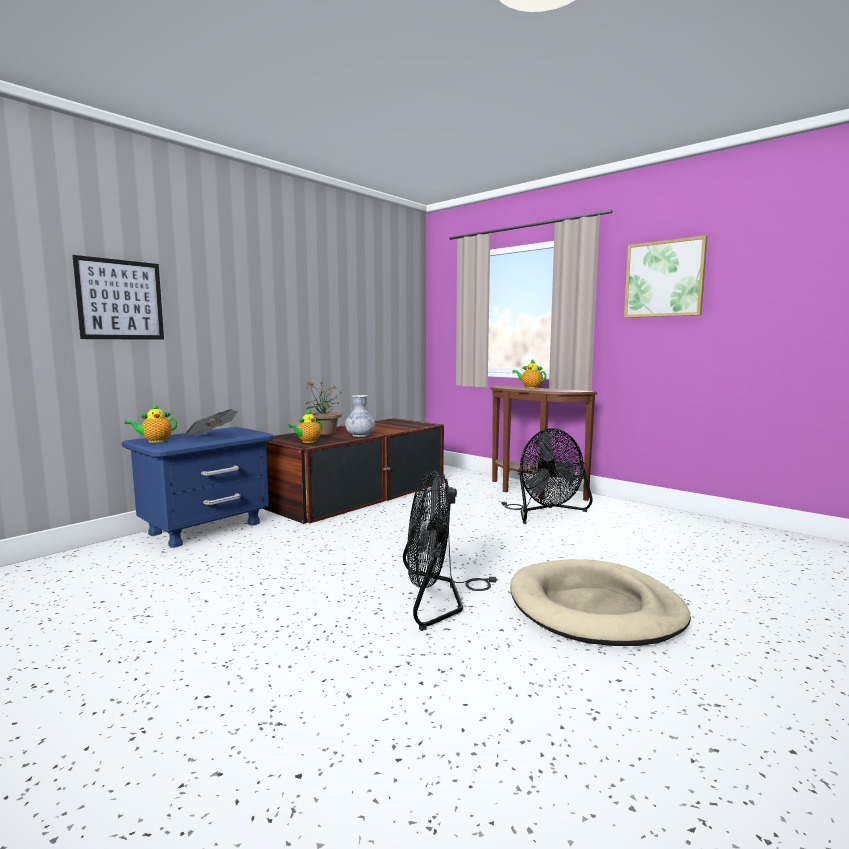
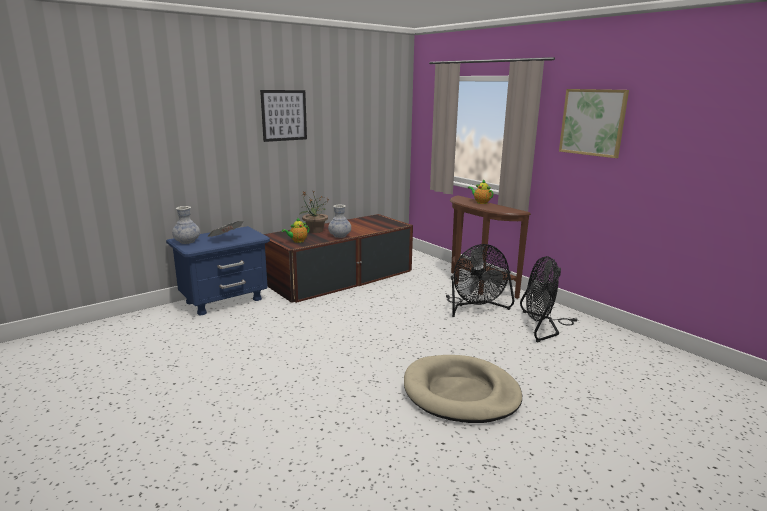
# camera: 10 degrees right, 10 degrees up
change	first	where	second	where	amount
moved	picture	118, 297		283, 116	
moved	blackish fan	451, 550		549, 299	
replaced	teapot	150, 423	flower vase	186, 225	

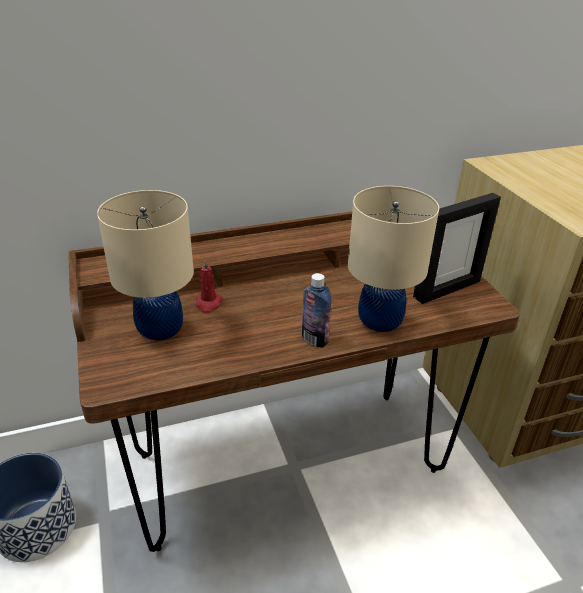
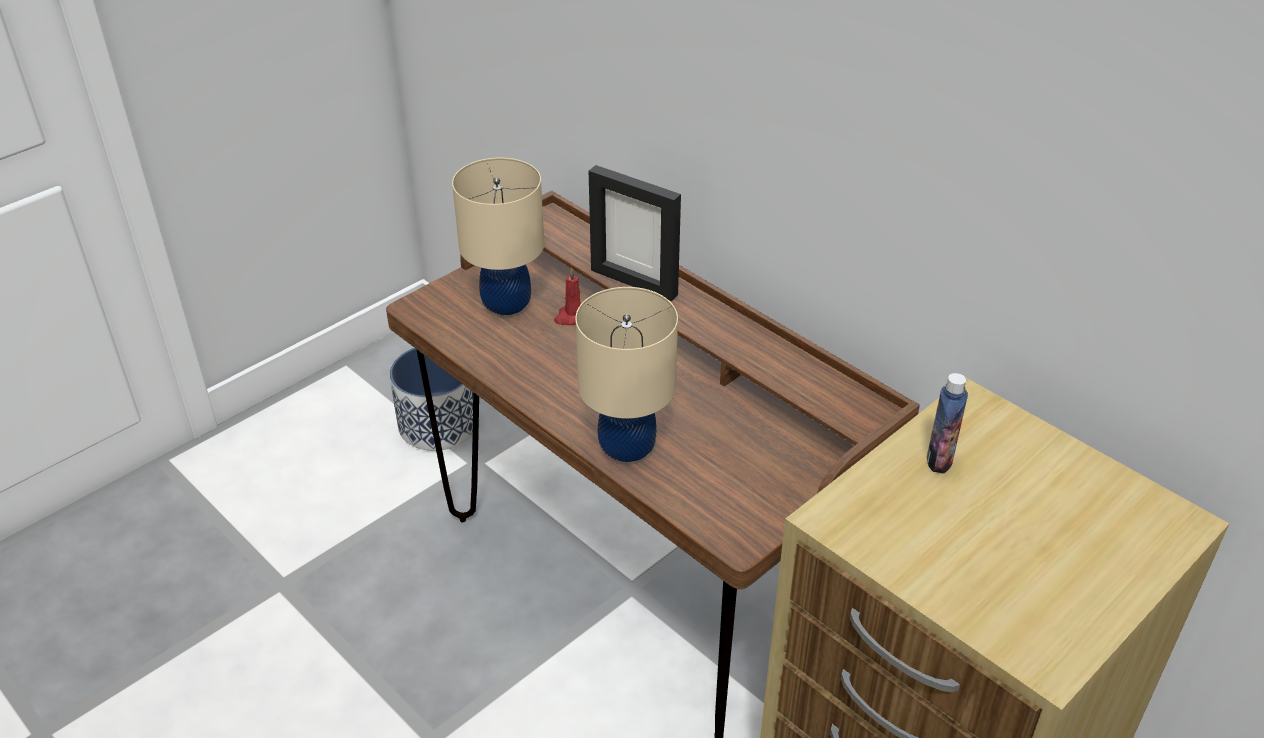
# camera: 65 degrees right, 5 degrees up
change	first	where	second	where	amount
moved	bottle	316, 310		947, 423	
moved	photo frame	457, 248		635, 233	

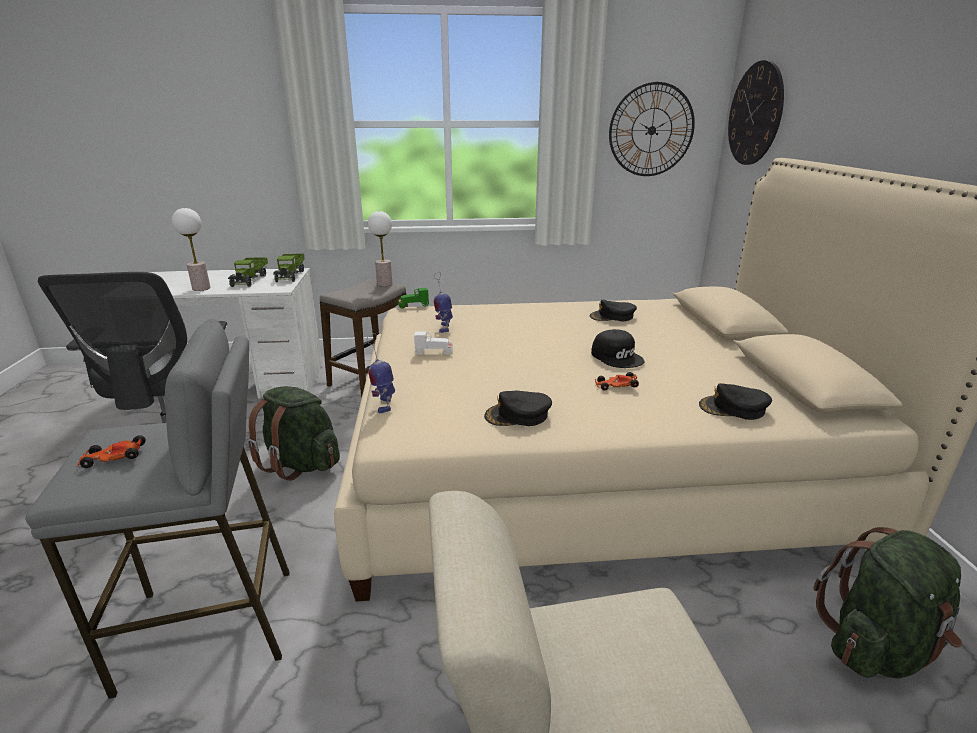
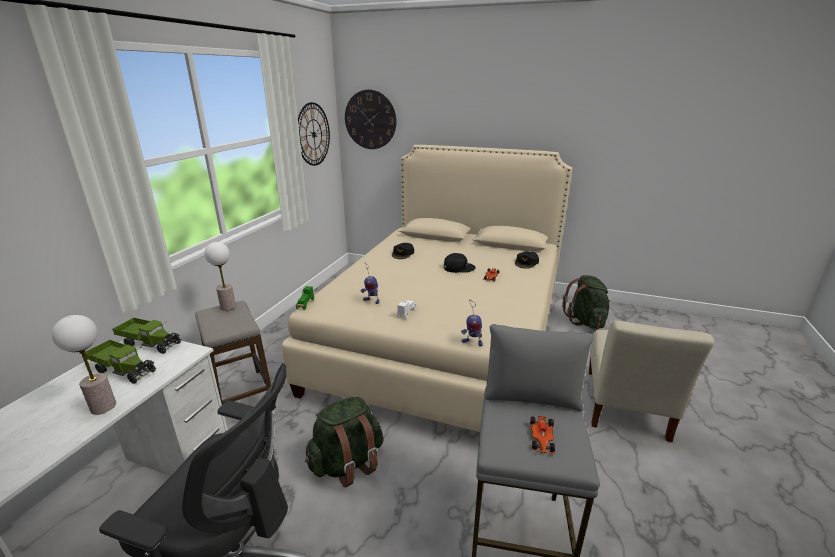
# camera: 65 degrees left, 0 degrees up
change	first	where	second	where	amount
removed	blackish cap	518, 408			

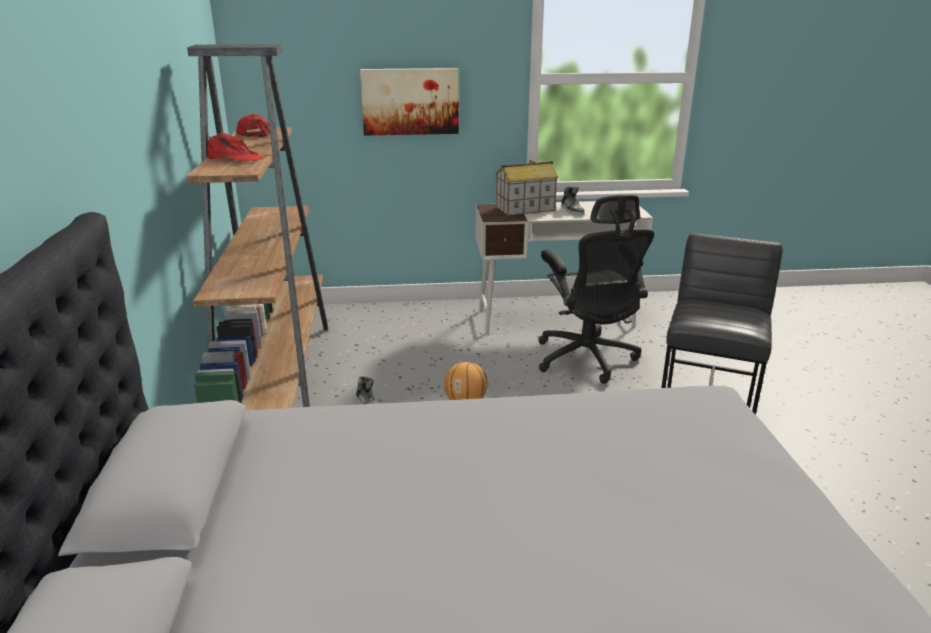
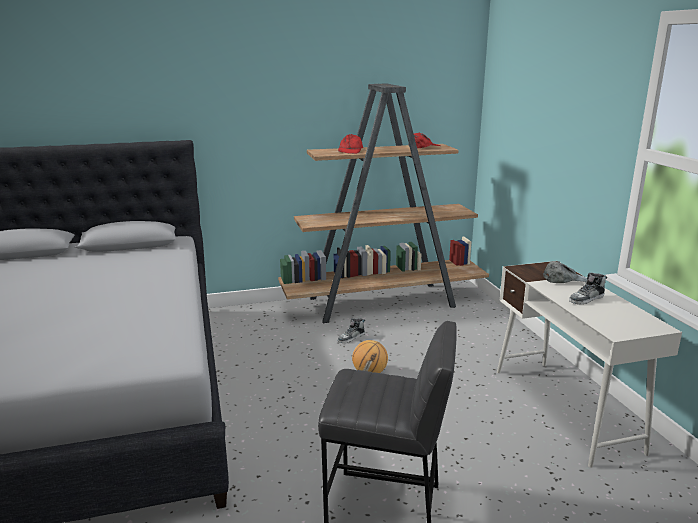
# camera: 80 degrees right, 5 degrees down
change	first	where	second	where	amount
removed	picture	409, 101			
removed	office chair	596, 289			
replaced	toy house	527, 188	grey cap	565, 272	

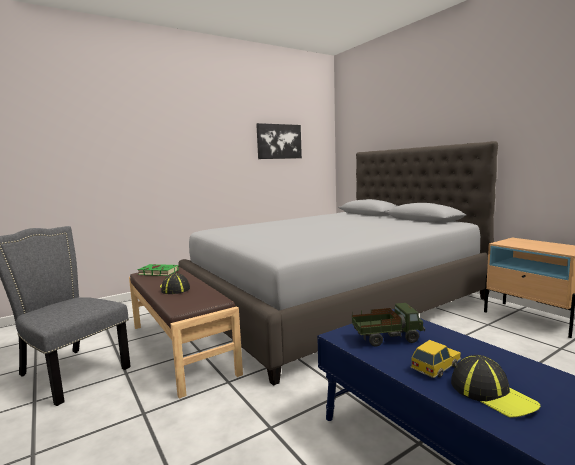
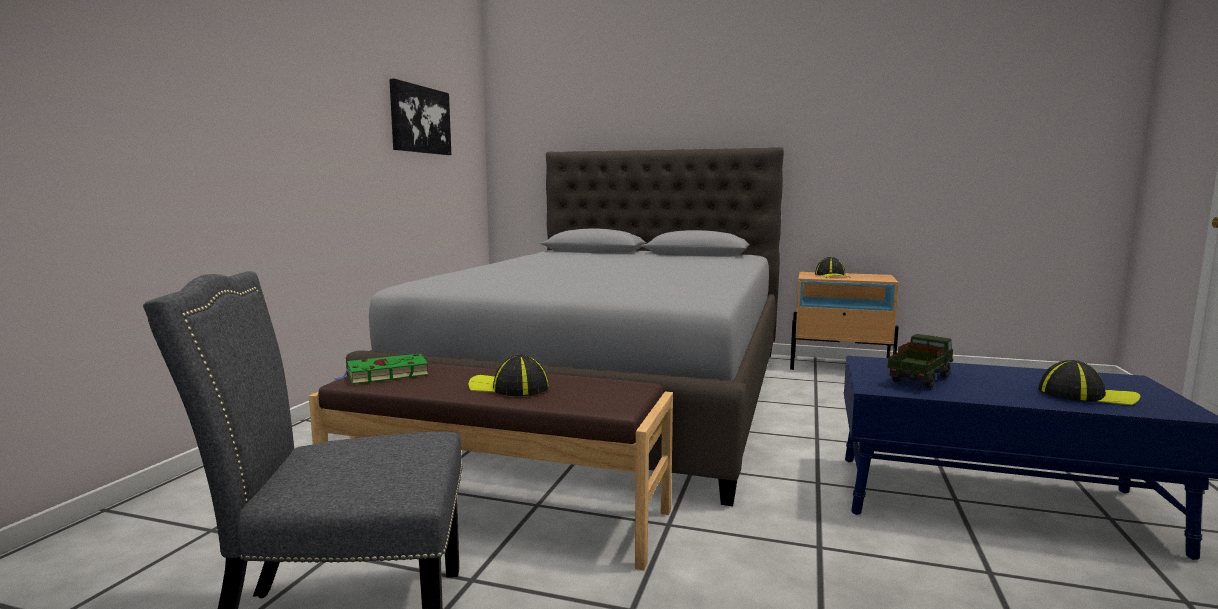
# camera: 40 degrees left, 0 degrees up
change	first	where	second	where	amount
removed	toy car	435, 359			
added			cap	833, 267	

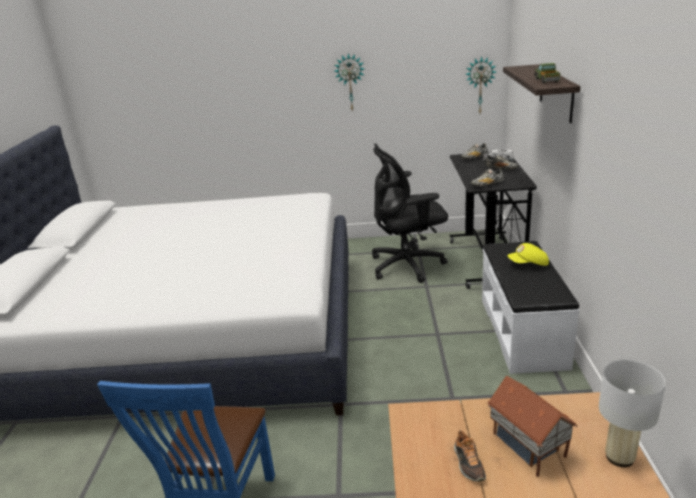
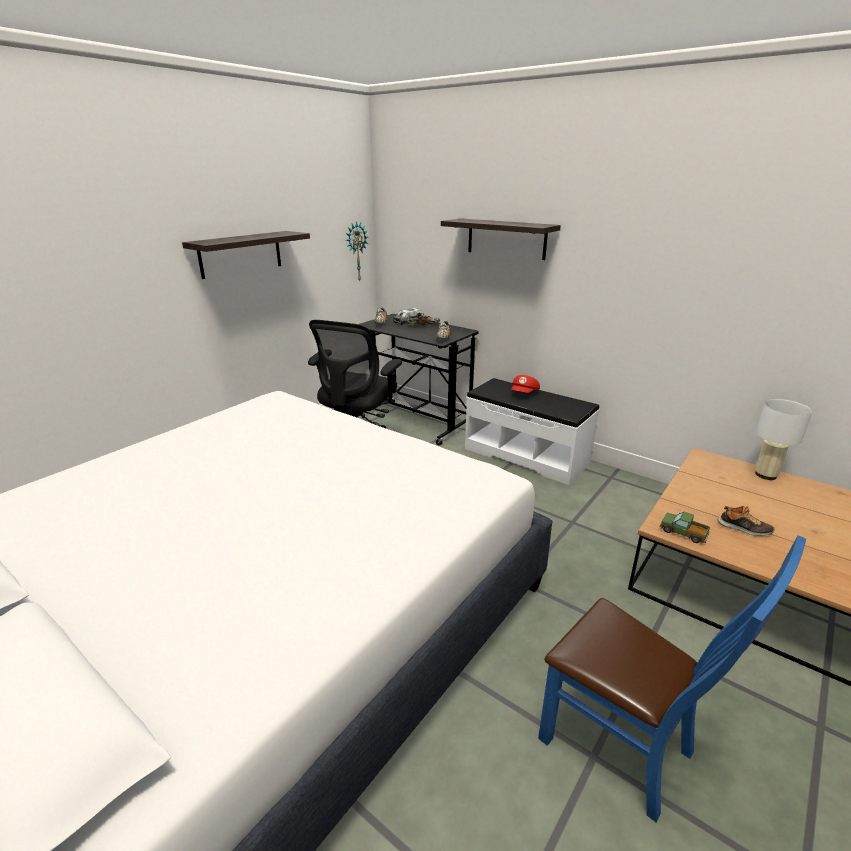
# camera: 55 degrees left, 0 degrees up
change	first	where	second	where	amount
removed	toy house	532, 426			
moved	toy truck	547, 73		685, 527	
replaced	hanging clock	349, 82	shelf	246, 255	
recoloured	yellow cap	528, 254	reddish cap	525, 384	

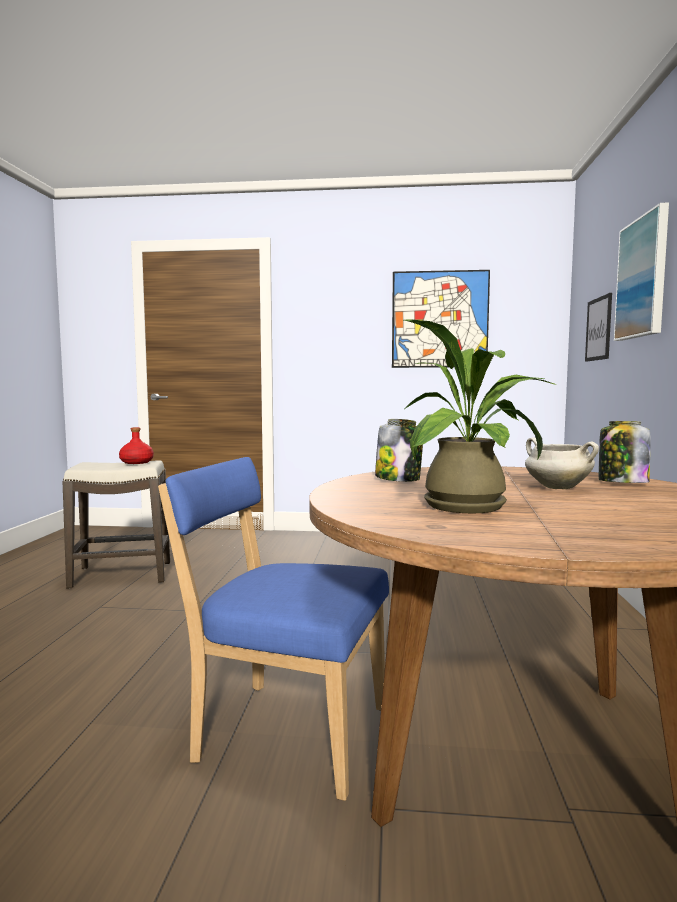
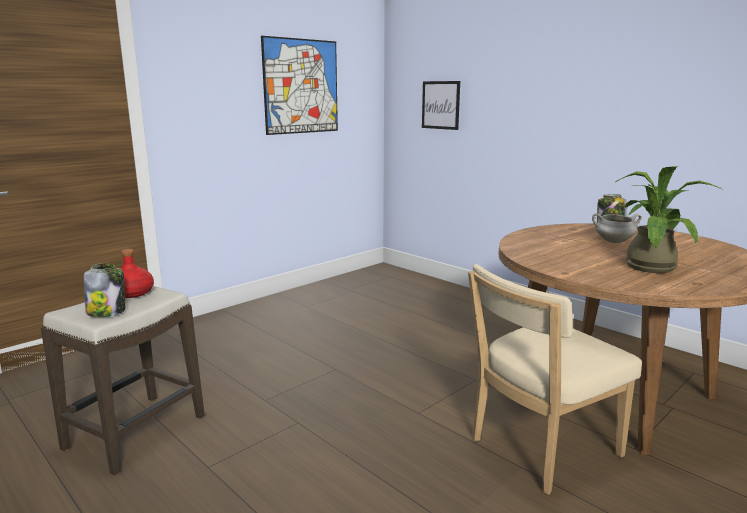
# camera: 50 degrees left, 10 degrees up
change	first	where	second	where	amount
removed	picture	641, 271			
moved	jar	399, 450		104, 290	
recoloured	blue upright chair	273, 629	beige upright chair	555, 379	

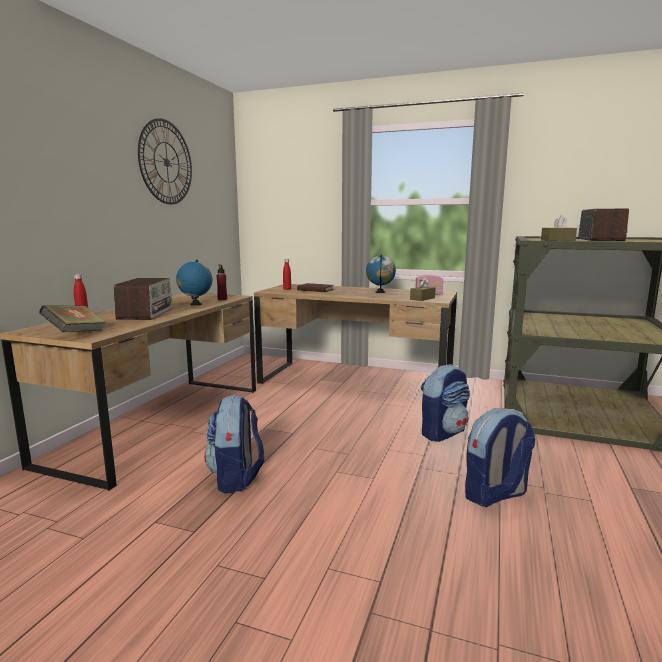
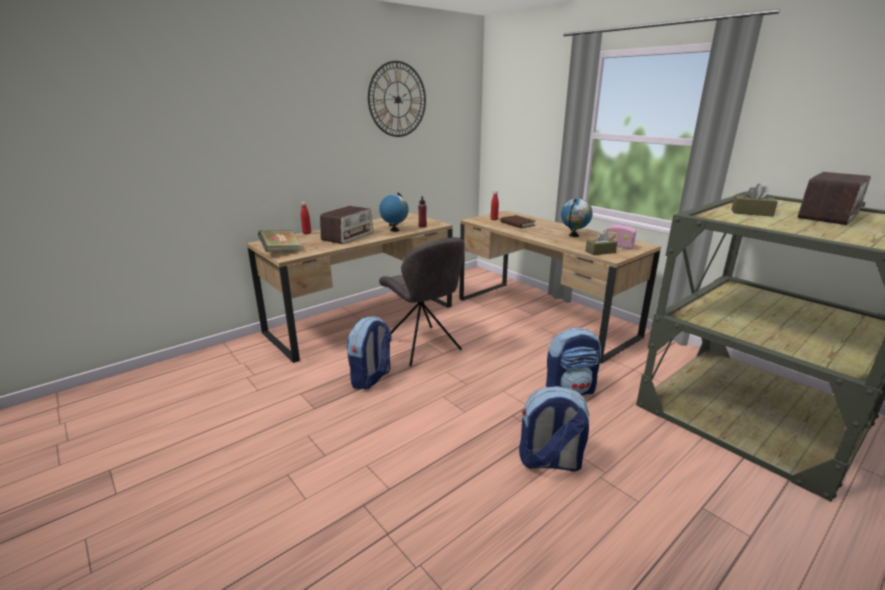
# camera: 30 degrees right, 10 degrees up
change	first	where	second	where	amount
added			grey upright chair	422, 301	

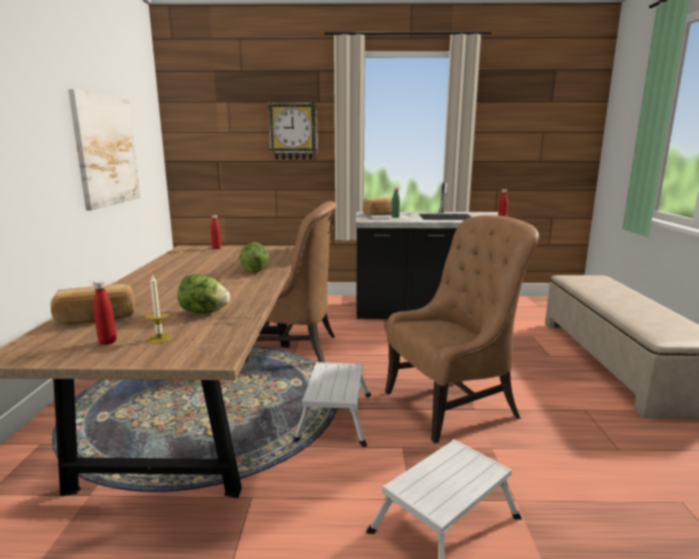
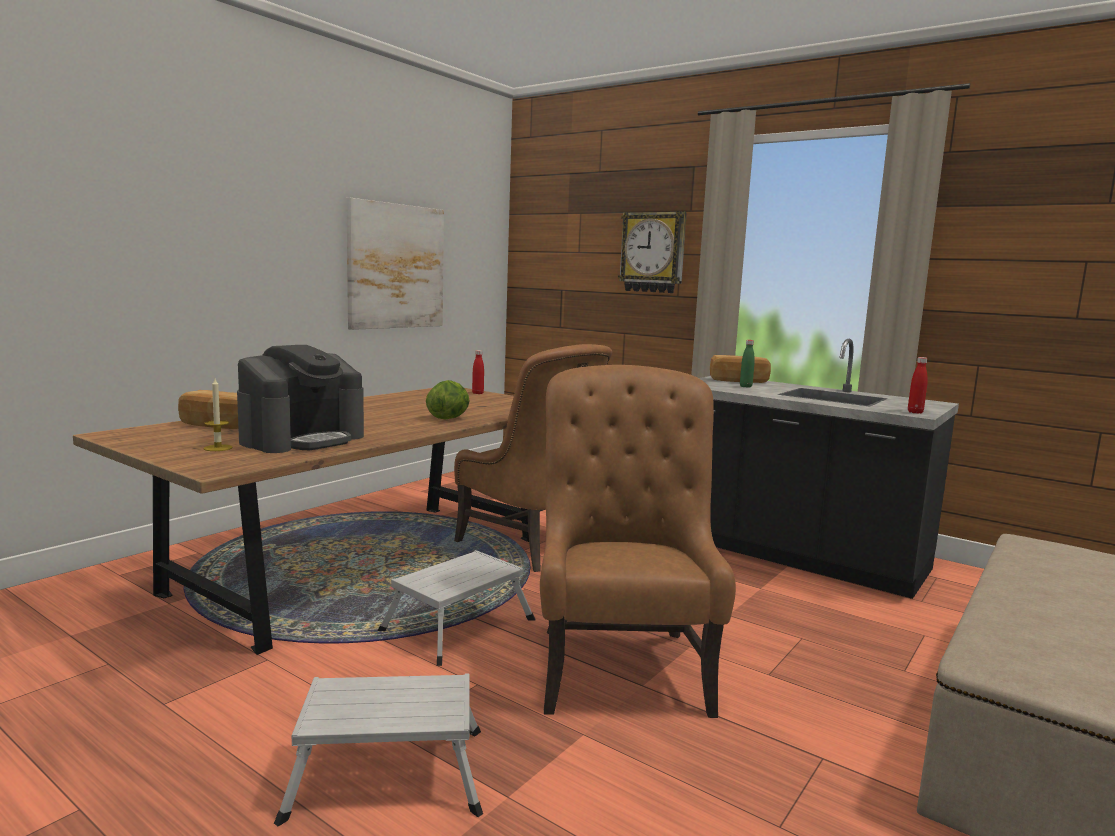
# camera: 35 degrees right, 5 degrees down
change	first	where	second	where	amount
removed	reddish bottle	105, 313			
replaced	head of lettuce	203, 293	coffee machine	300, 399	
turned	brown-coloured upright chair	462, 329		638, 541	105 degrees counterclockwise

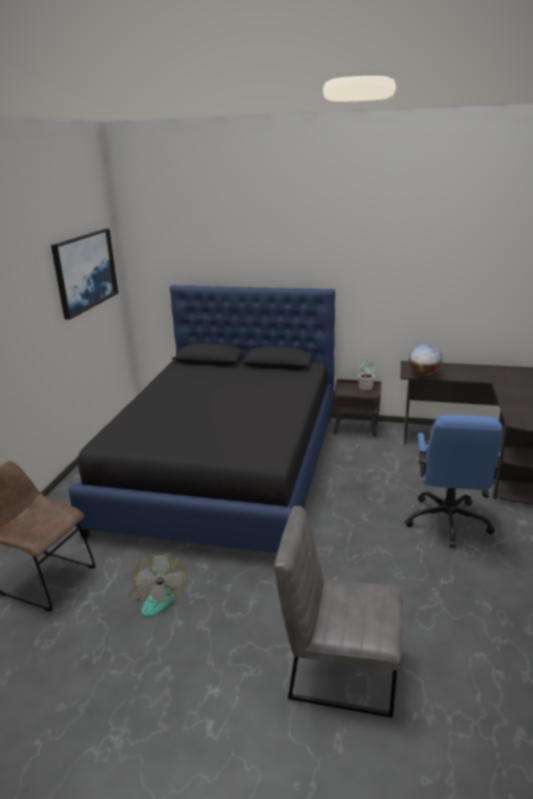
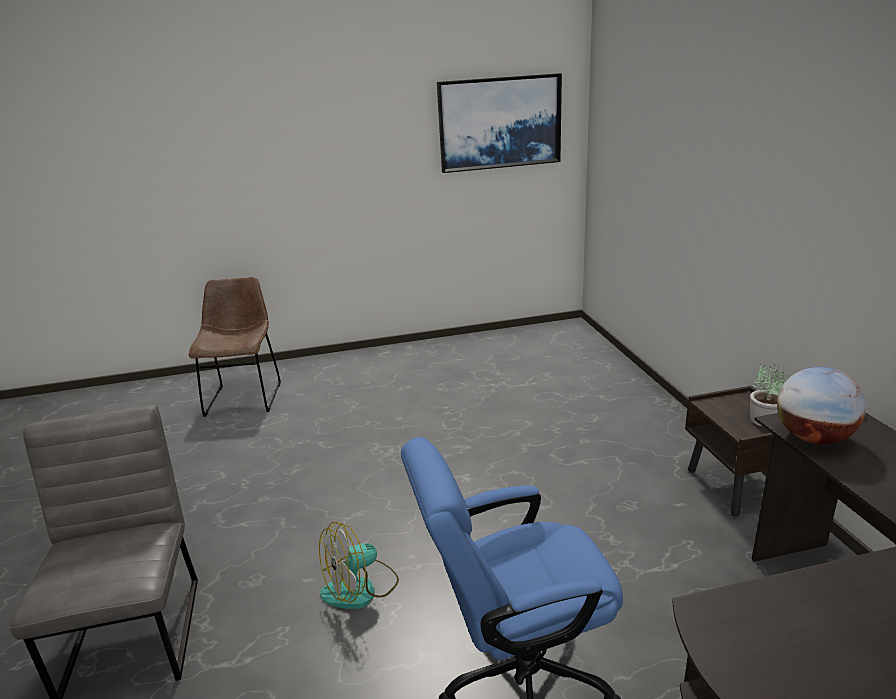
# camera: 65 degrees right, 0 degrees up
change	first	where	second	where	amount
removed	blackish bedroom bed	201, 419			
moved	fan	158, 585		359, 565	

